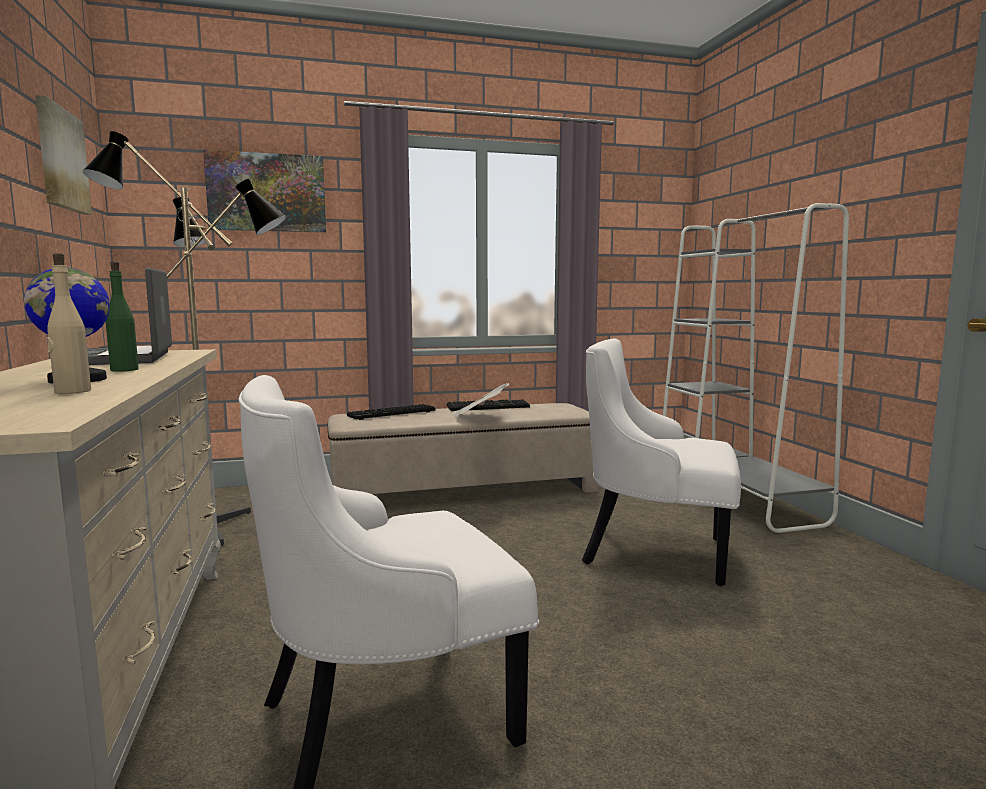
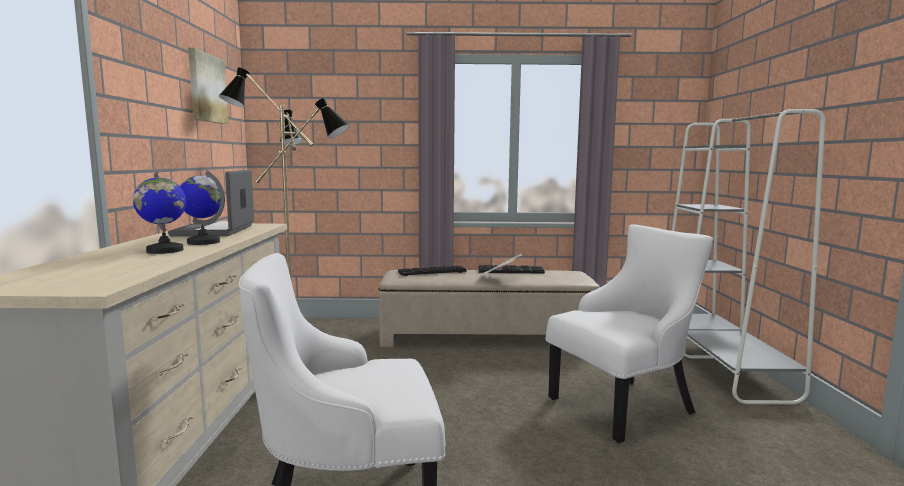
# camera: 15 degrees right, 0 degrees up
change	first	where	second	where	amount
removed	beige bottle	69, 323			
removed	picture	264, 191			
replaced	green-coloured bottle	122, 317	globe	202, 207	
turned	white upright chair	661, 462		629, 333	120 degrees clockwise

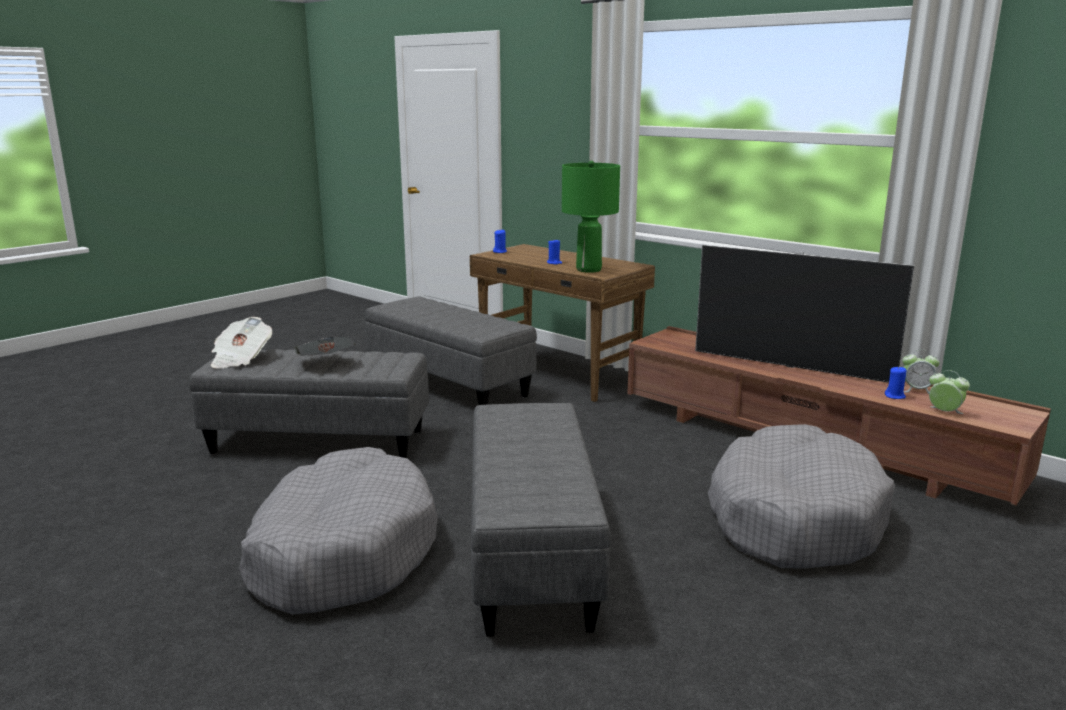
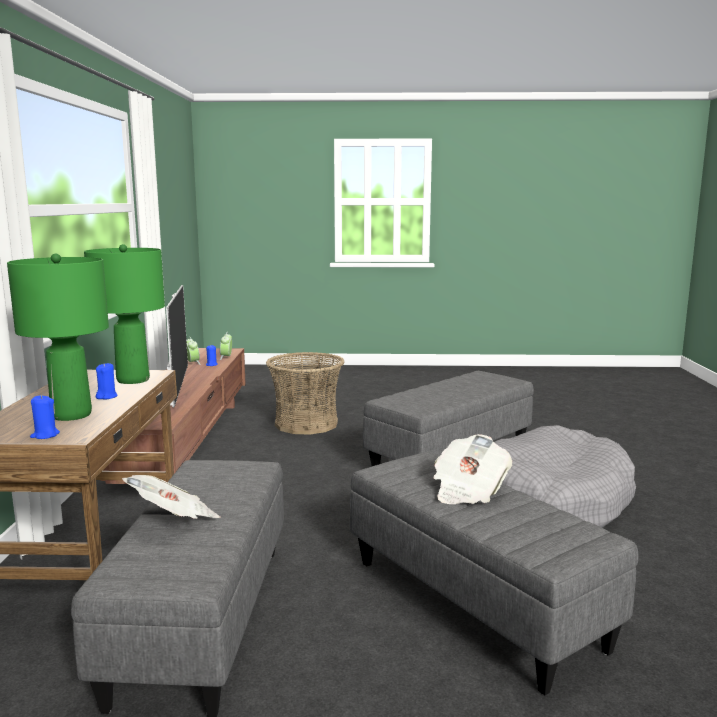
# camera: 130 degrees left, 5 degrees down
change	first	where	second	where	amount
added			green-coloured table lamp	58, 337	
moved	printed paper	241, 343		171, 497	
replaced	grey pet bed	801, 496	basket	305, 393	

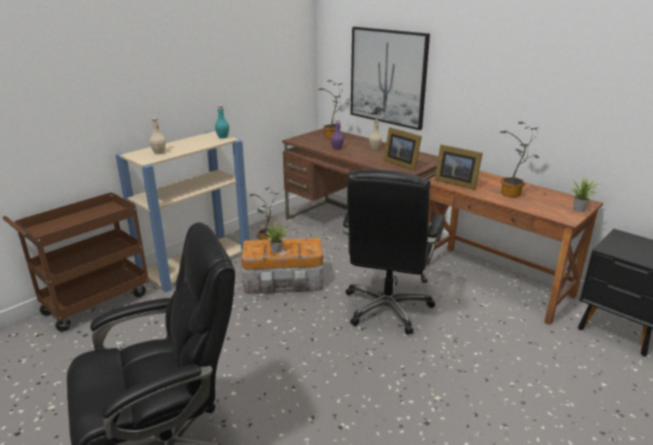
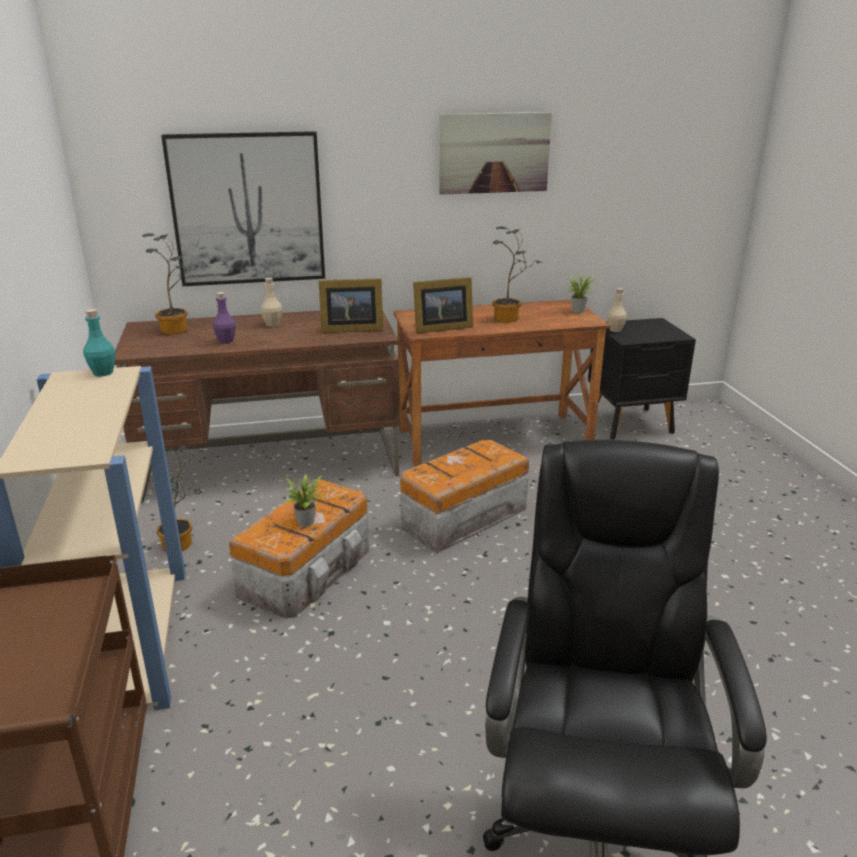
# camera: 55 degrees left, 0 degrees up
change	first	where	second	where	amount
added			picture	495, 153	
moved	beige bottle	158, 136		617, 310	
replaced	blackish office chair	394, 252	storage container	464, 496	

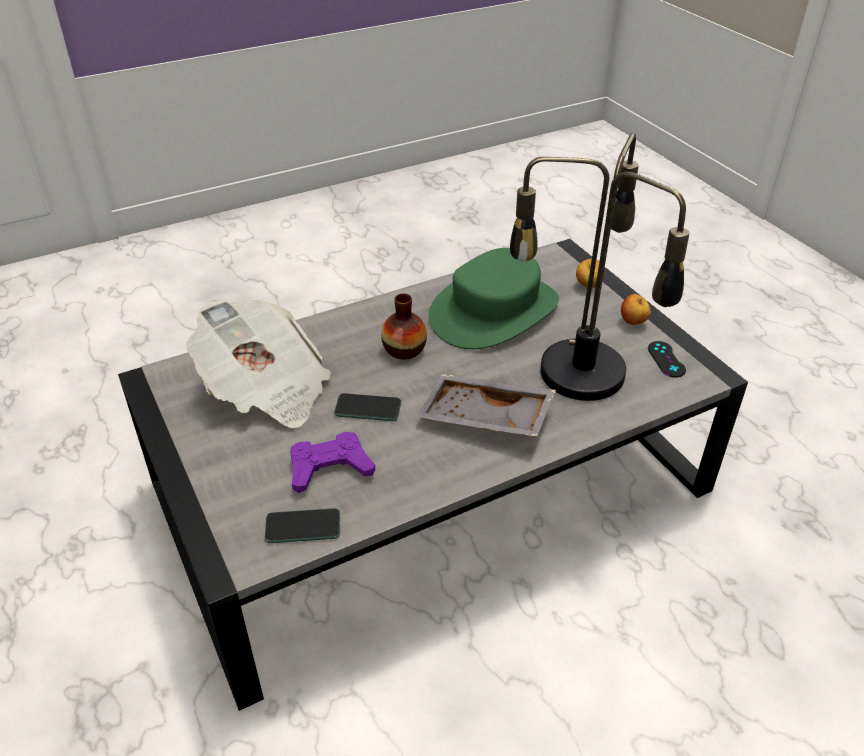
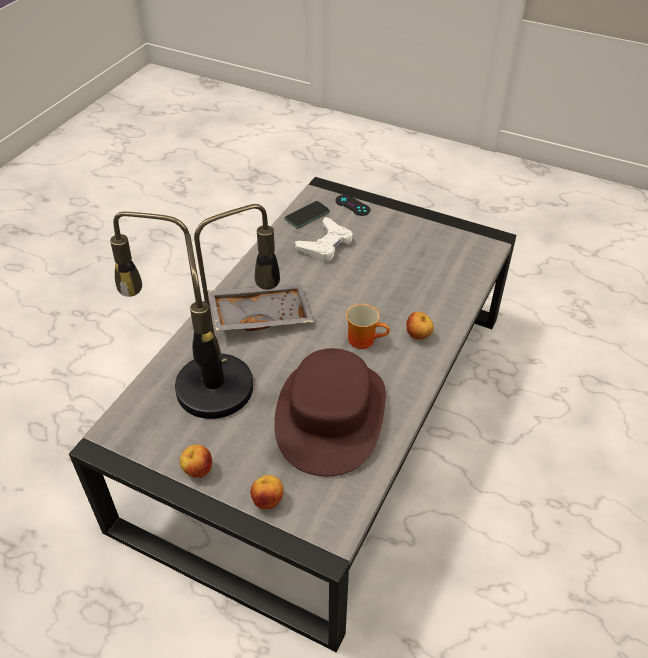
# camera: 145 degrees right, 5 degrees up
change	first	where	second	where	amount
removed	printed paper	258, 364			
removed	telephone	367, 407			
added			apple fruit	420, 326	
moved	blackish game controller	667, 359		353, 205	
replaced	flower vase	404, 326	coffee mug	368, 326	
recoloured	purple-coloured game controller	332, 462	white game controller	324, 239	
recoloured	green-coloured wearable hat	494, 298	brown-coloured wearable hat	330, 412	

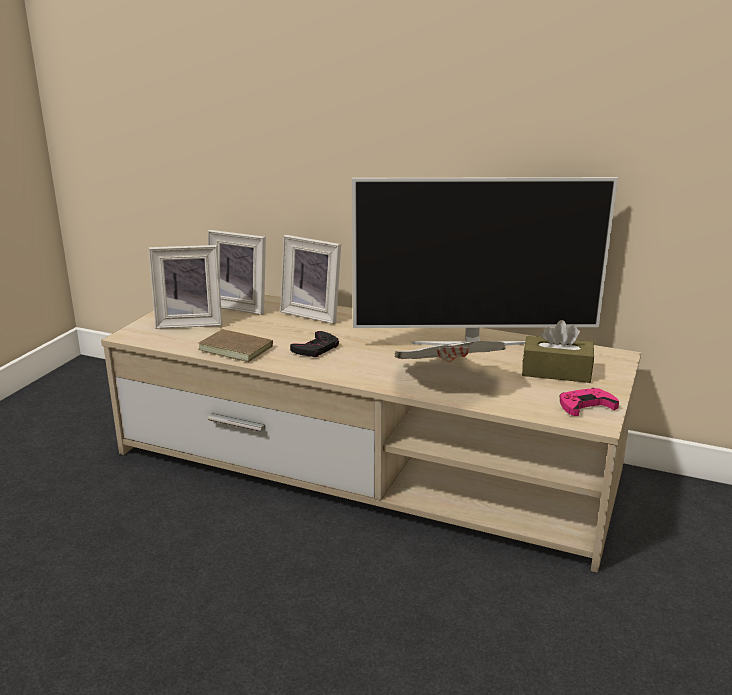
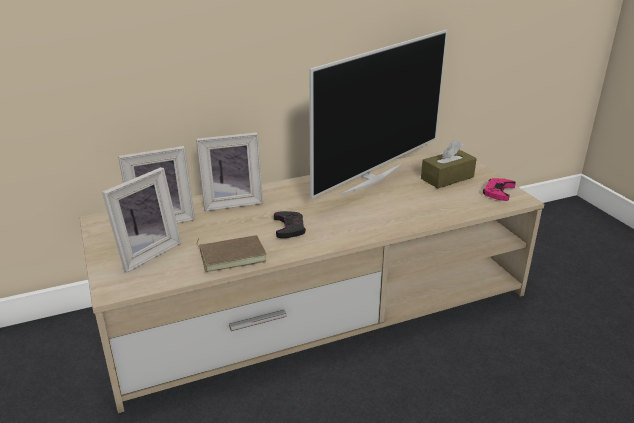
# camera: 45 degrees left, 5 degrees up
change	first	where	second	where	amount
removed	printed paper	450, 351			

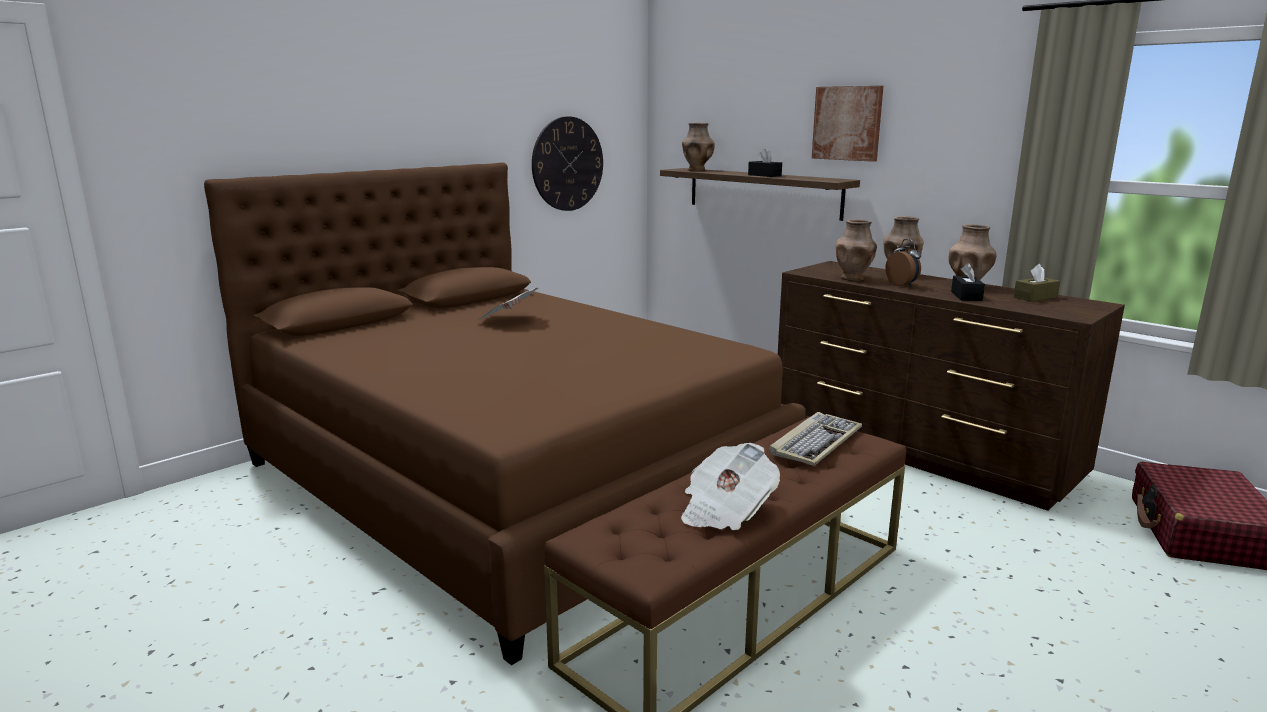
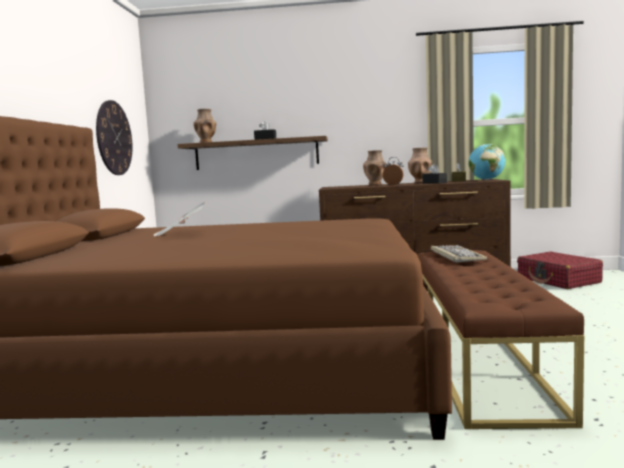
# camera: 40 degrees left, 10 degrees down
change	first	where	second	where	amount
removed	printed paper	730, 486			
removed	picture	848, 124			
removed	brown-coloured flower vase	856, 250			
added			globe	486, 162	

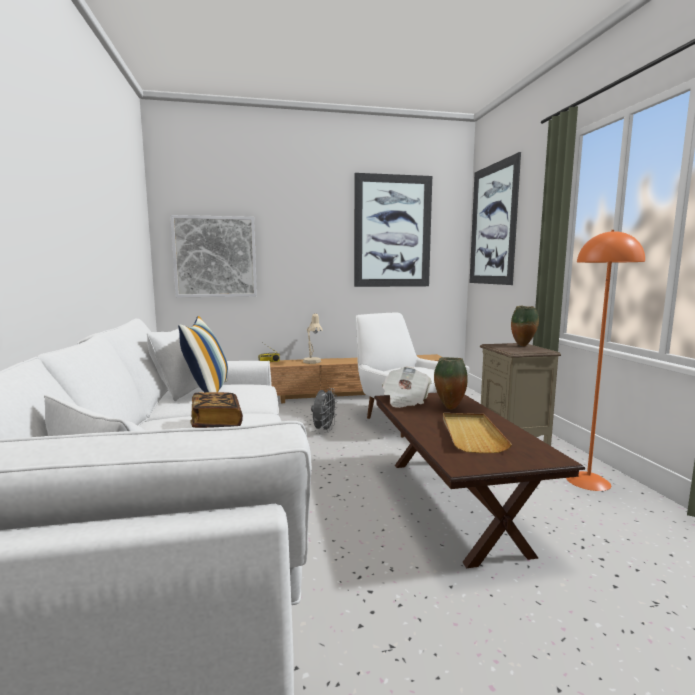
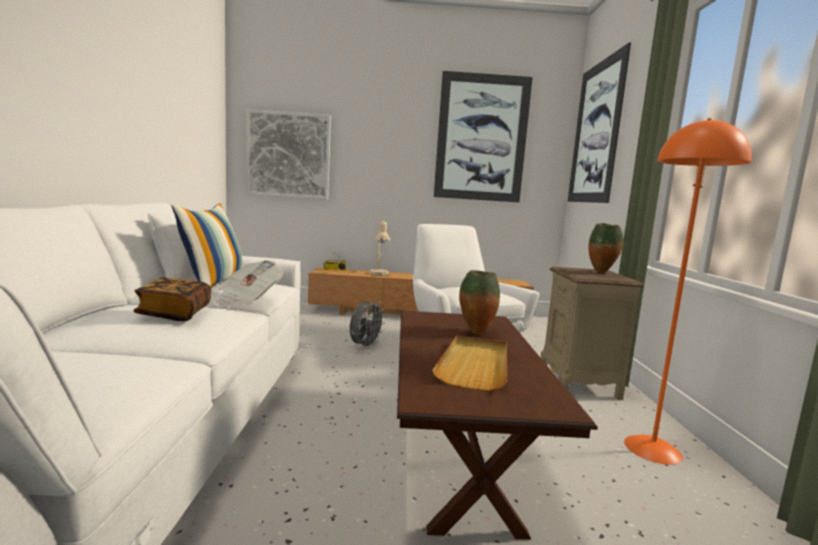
# camera: 10 degrees right, 0 degrees up
change	first	where	second	where	amount
moved	printed paper	407, 387		247, 283	

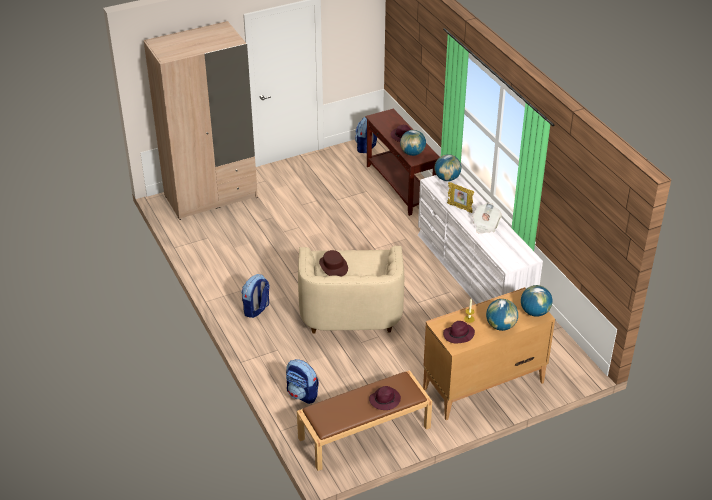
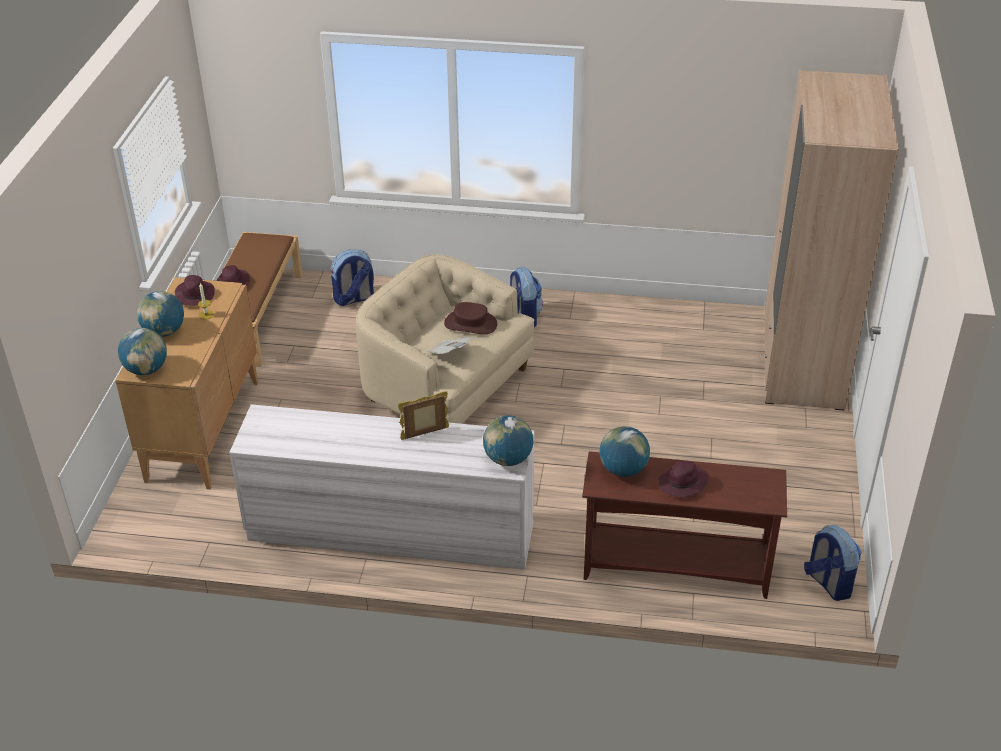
# camera: 125 degrees right, 0 degrees up
change	first	where	second	where	amount
moved	printed paper	487, 218		450, 345	

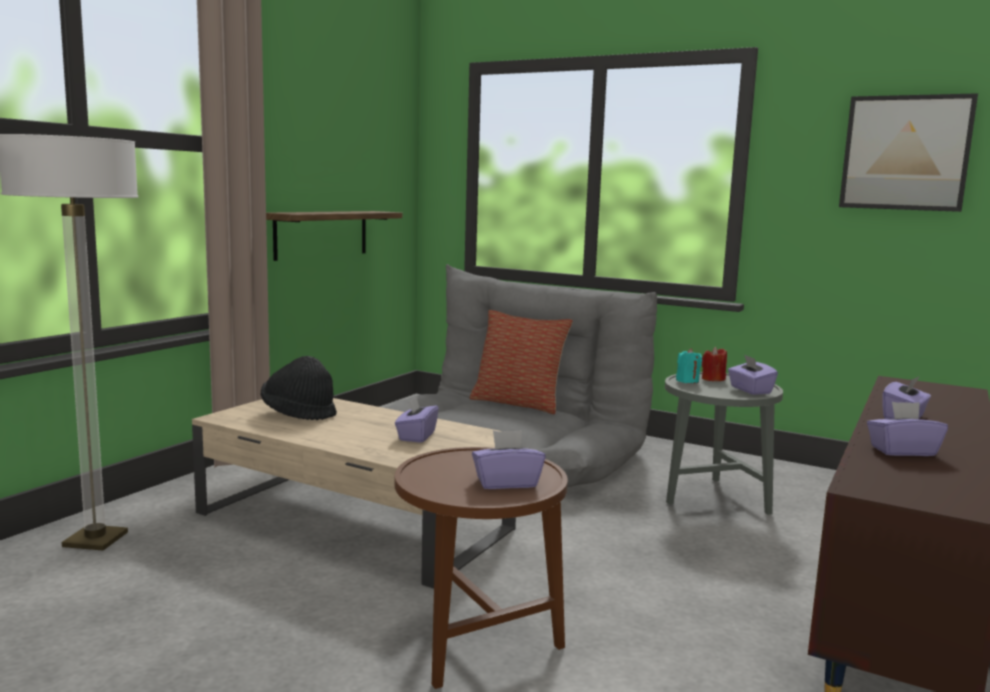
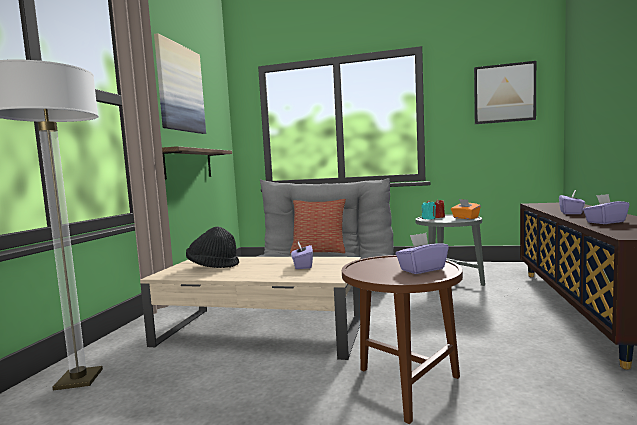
# camera: 15 degrees left, 5 degrees down
change	first	where	second	where	amount
added			picture	180, 83	
recoloured	purple-coloured tissue box	753, 374	orange-coloured tissue box	466, 209	

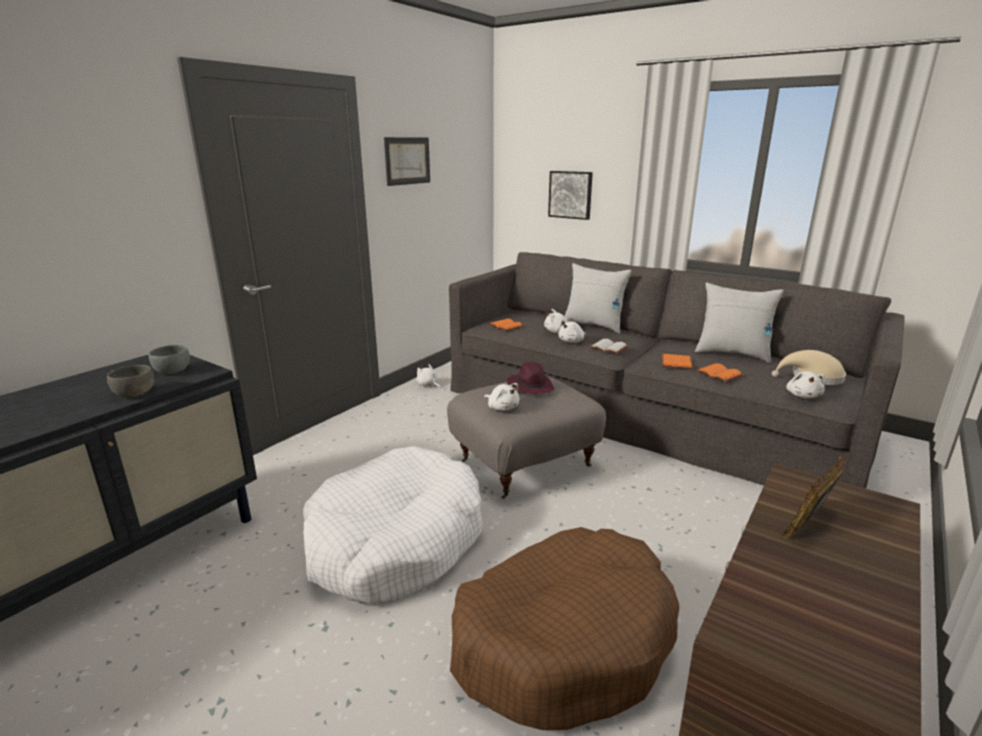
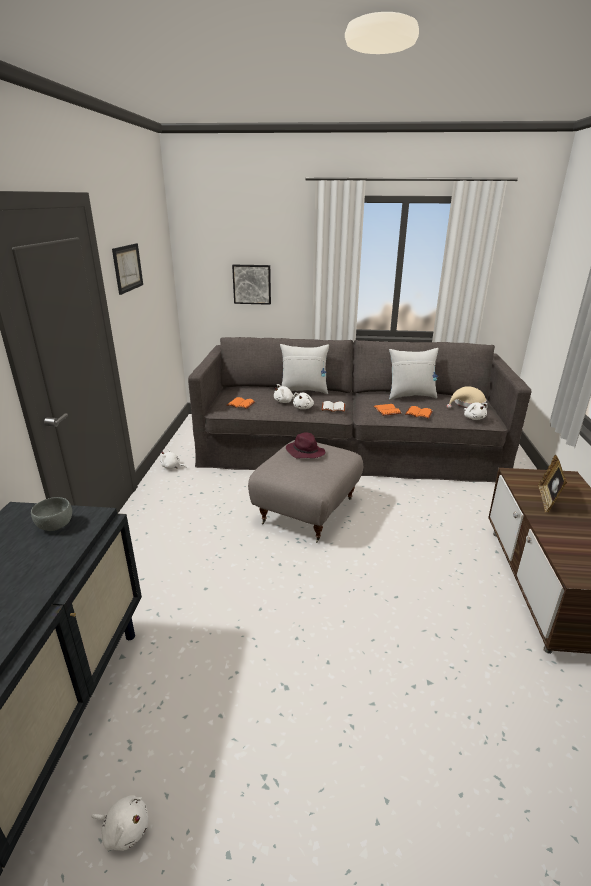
# camera: 30 degrees left, 5 degrees up
change	first	where	second	where	amount
removed	grey serving bowl	130, 381			
removed	white pet bed	393, 525			
removed	brown-coloured pet bed	564, 628			
moved	white soft toy	502, 397		119, 823	

